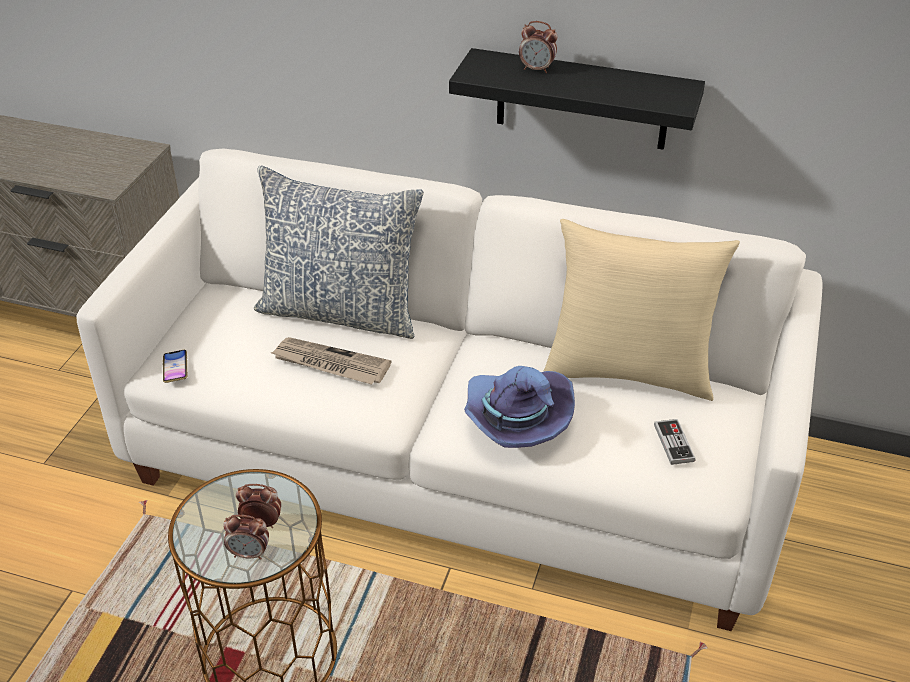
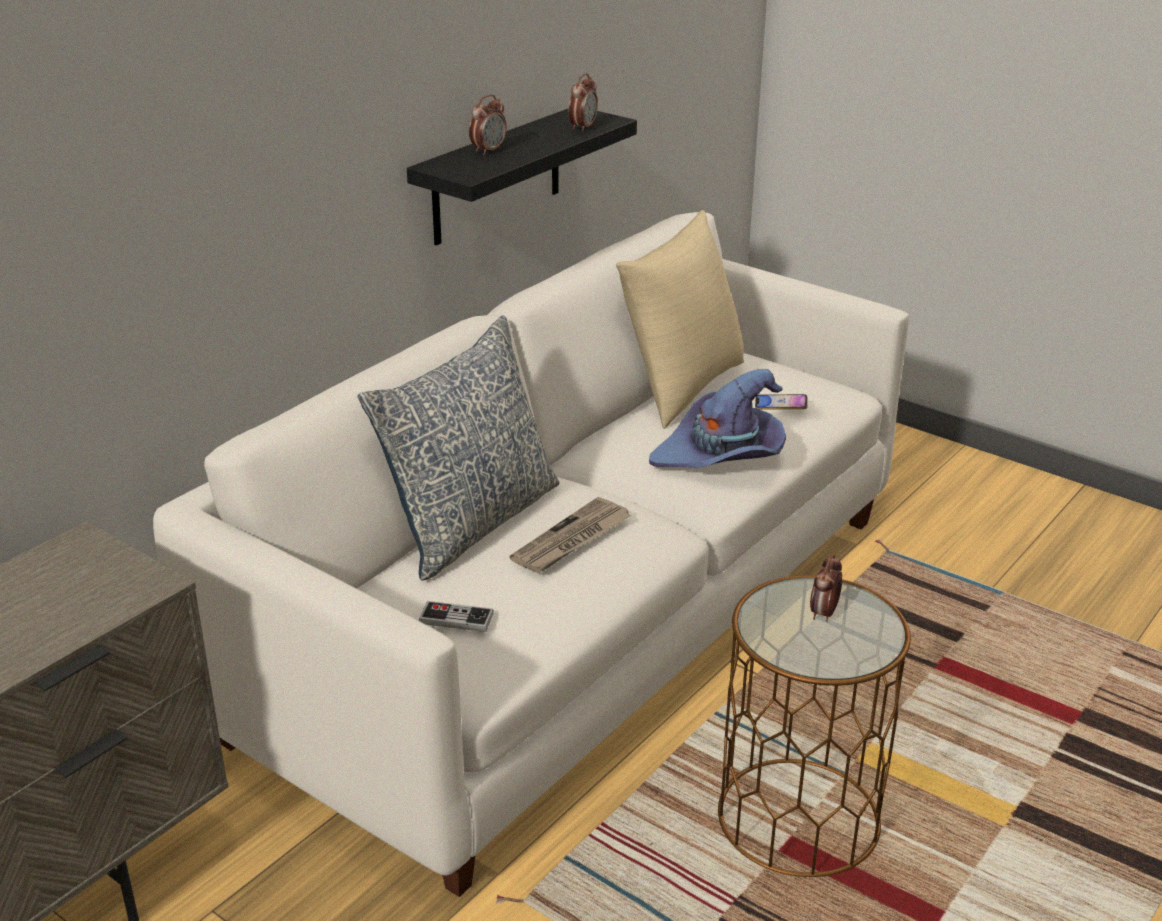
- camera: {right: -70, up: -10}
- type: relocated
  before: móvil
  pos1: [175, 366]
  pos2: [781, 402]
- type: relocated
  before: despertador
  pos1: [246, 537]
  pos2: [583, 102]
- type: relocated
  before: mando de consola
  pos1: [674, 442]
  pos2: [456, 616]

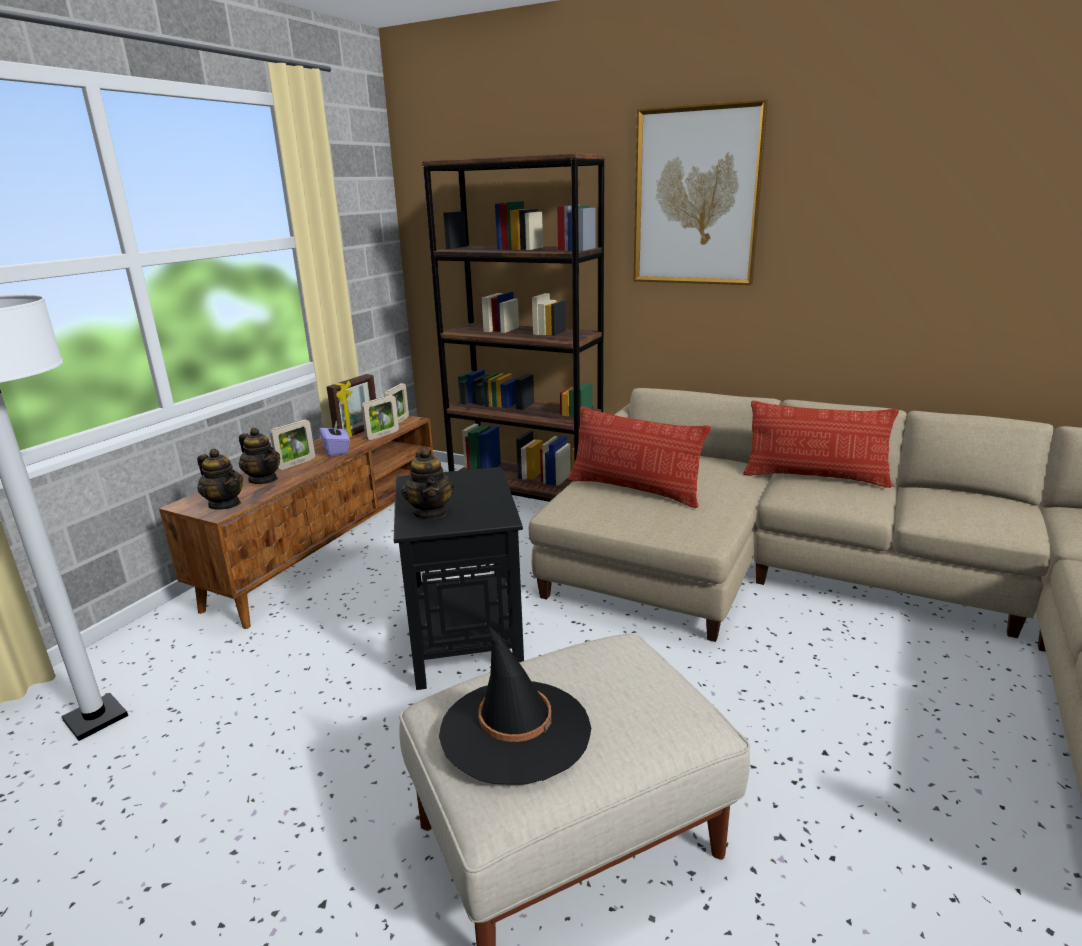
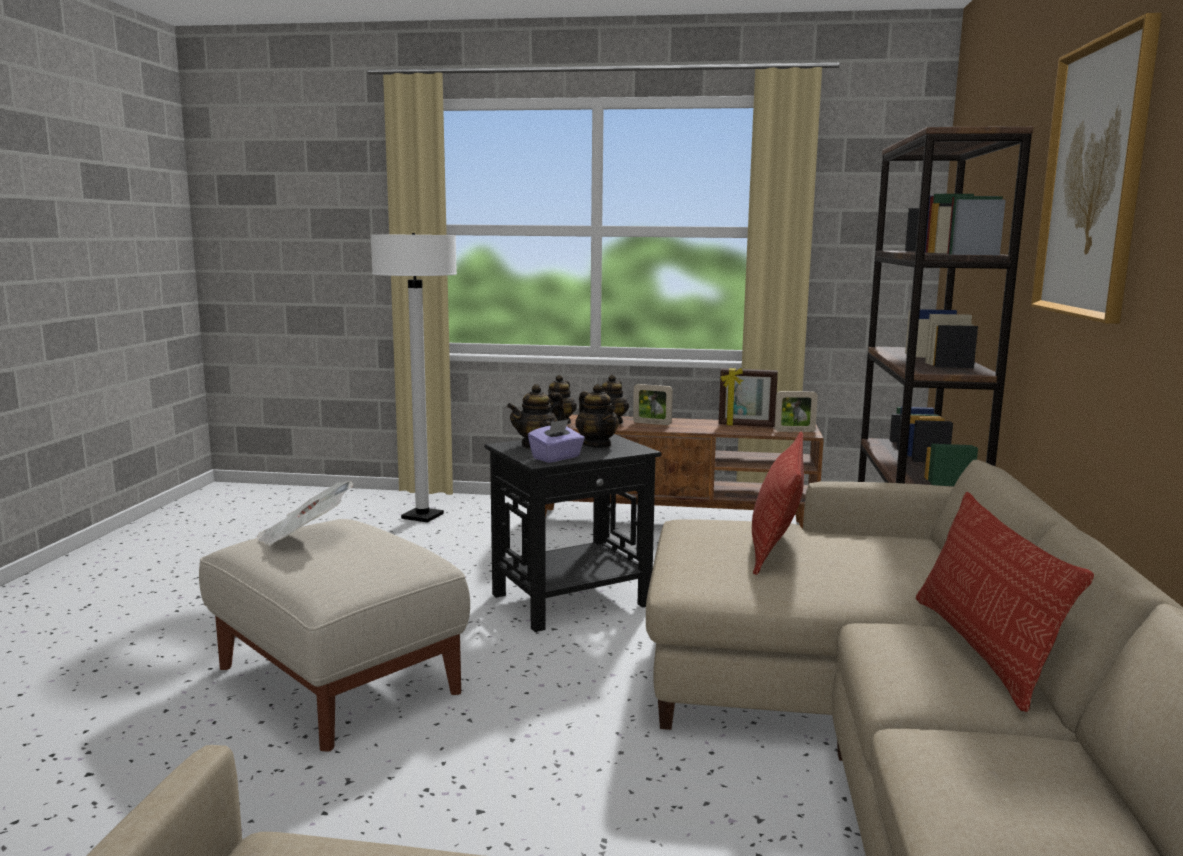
- camera: {right: 70, up: -10}
- type: missing
  before: portarretratos
  pos1: [380, 417]
- type: appeared
  after: tetera
  pos2: [597, 416]
- type: relocated
  before: caja de pañuelos/morado
  pos1: [335, 439]
  pos2: [556, 441]
- type: exchanged
  before: sombrero/negro
  after: periódico
  pos1: [515, 704]
  pos2: [304, 513]

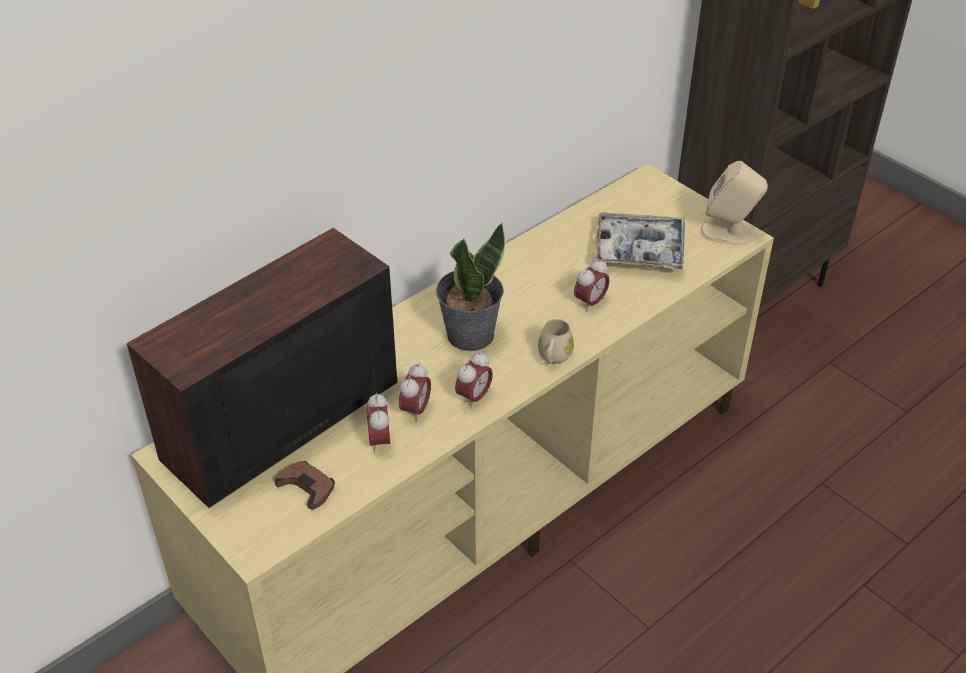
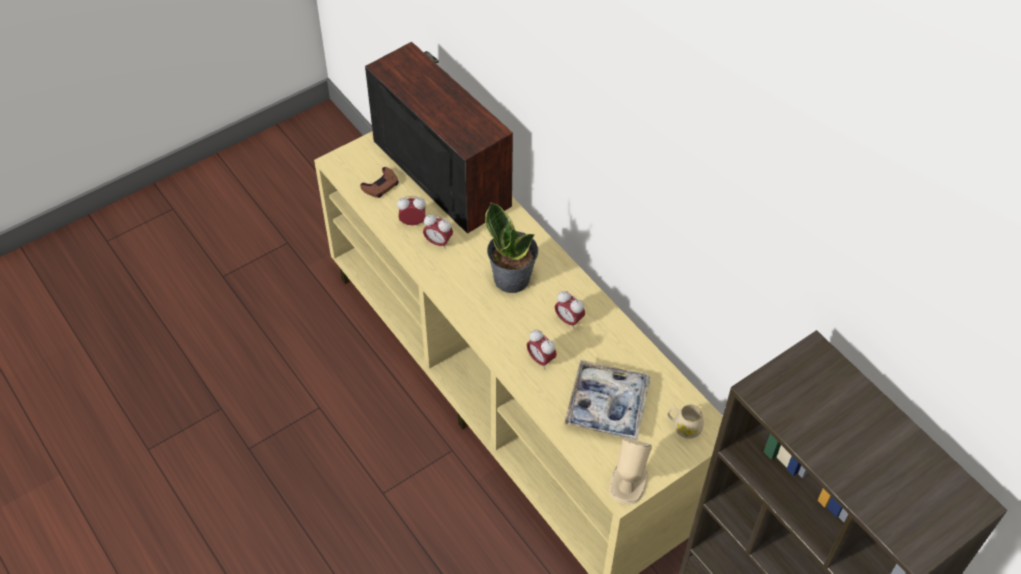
- camera: {right: 95, up: 10}
- type: relocated
  before: despertador
  pos1: [474, 380]
  pos2: [570, 310]
- type: relocated
  before: taza grande/beis
  pos1: [556, 341]
  pos2: [686, 421]

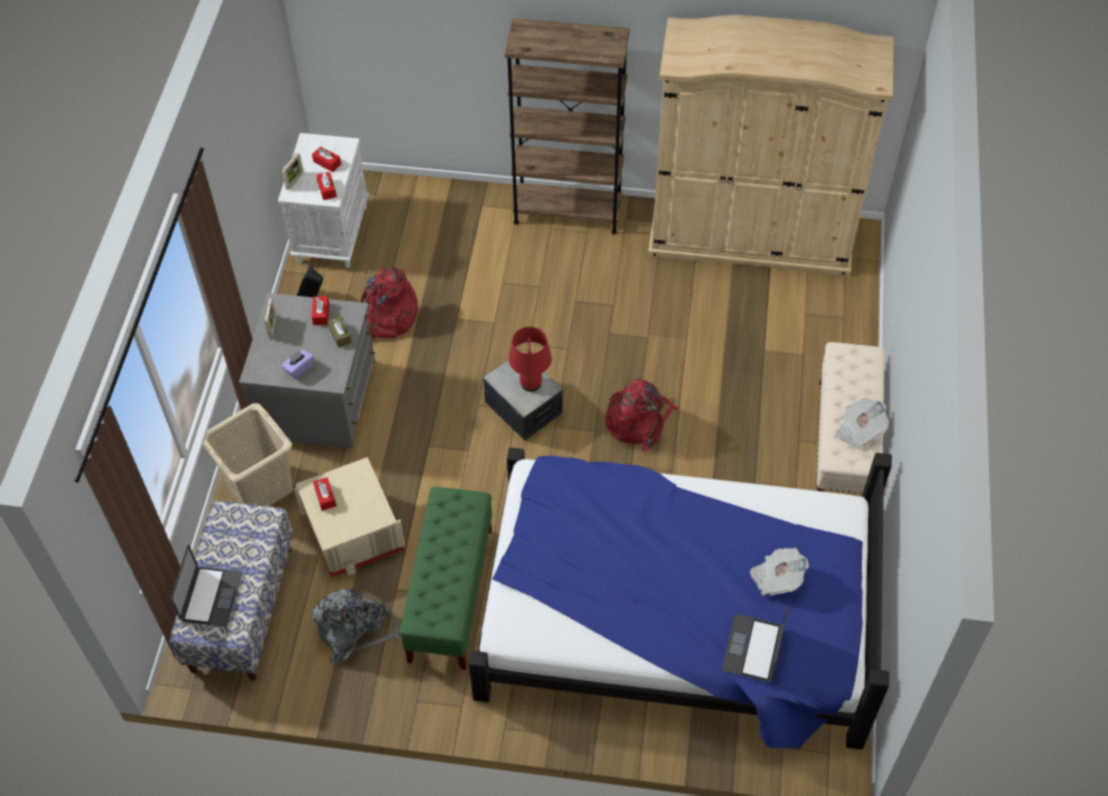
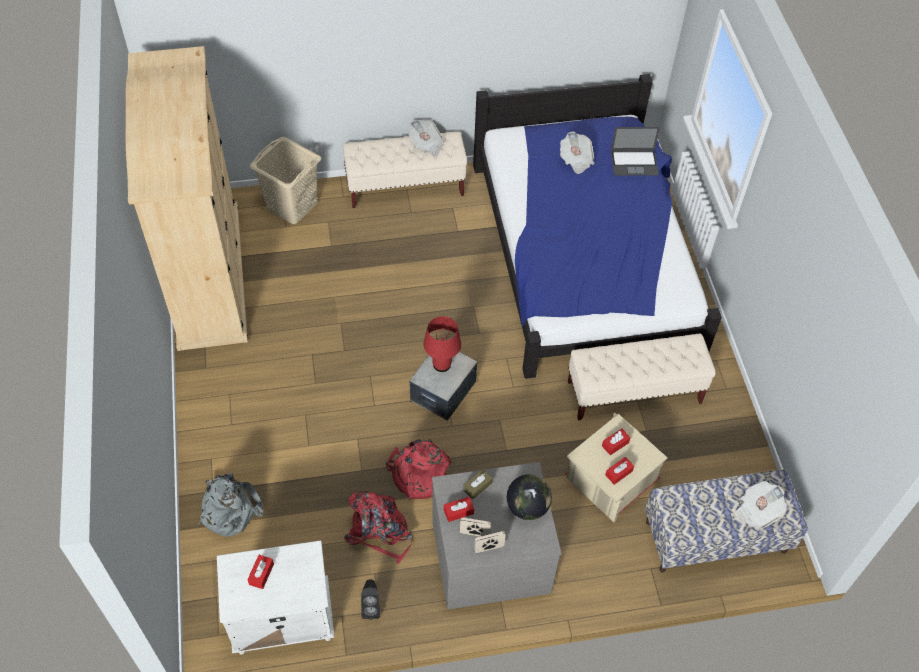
- camera: {right: -110, up: 0}
- type: missing
  before: estantería/marrón
  pos1: [567, 126]
- type: relocated
  before: cesto de la ropa/beis
  pos1: [248, 454]
  pos2: [285, 180]
- type: relocated
  before: portarretratos
  pos1: [292, 171]
  pos2: [475, 527]
- type: relocated
  before: mochila/gris
  pos1: [356, 625]
  pos2: [231, 504]
- type: relocated
  before: caja de pañuelos/rojo
  pos1: [326, 186]
  pos2: [616, 442]
- type: relocated
  before: mochila/rojo
  pos1: [642, 415]
  pos2: [418, 469]
- type: exchanged
  before: portátil
  after: periódico
  pos1: [206, 586]
  pos2: [761, 506]
- type: exchanged
  before: caja de pañuelos/morado
  after: globo terráqueo
  pos1: [298, 364]
  pos2: [529, 497]
- type: colour
  before: banco/verde
  after: banco/beis
  pos1: [445, 578]
  pos2: [642, 377]

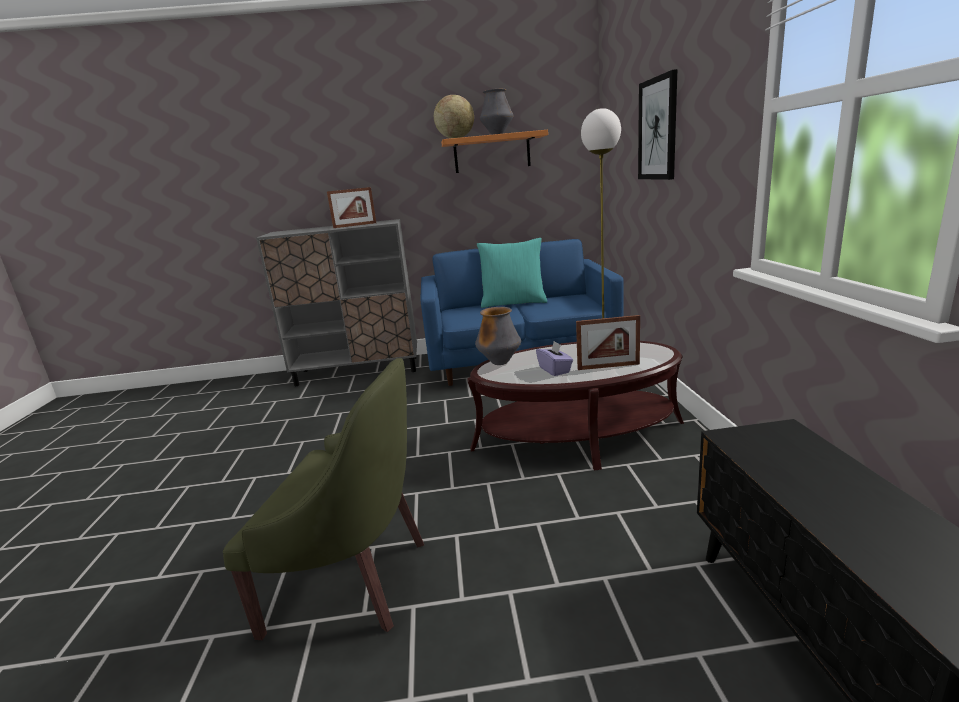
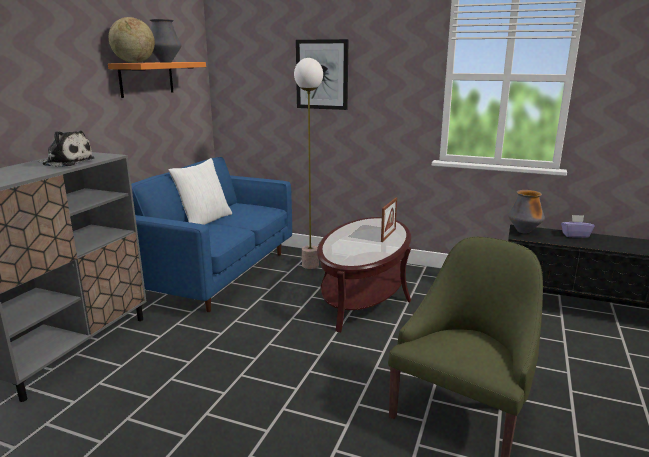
- camera: {right: -65, up: 0}
- type: relocated
  before: florero
  pos1: [498, 336]
  pos2: [526, 212]
- type: relocated
  before: caja de pañuelos/morado
  pos1: [554, 358]
  pos2: [577, 226]
- type: exchanged
  before: portarretratos
  after: peluche
  pos1: [351, 207]
  pos2: [66, 149]
- type: colour
  before: cojín/turquesa
  after: cojín/blanco
  pos1: [512, 273]
  pos2: [200, 191]

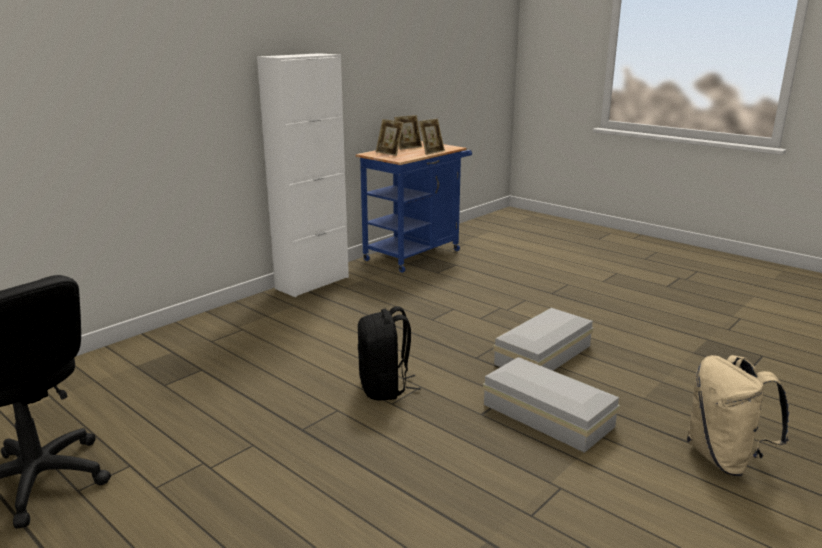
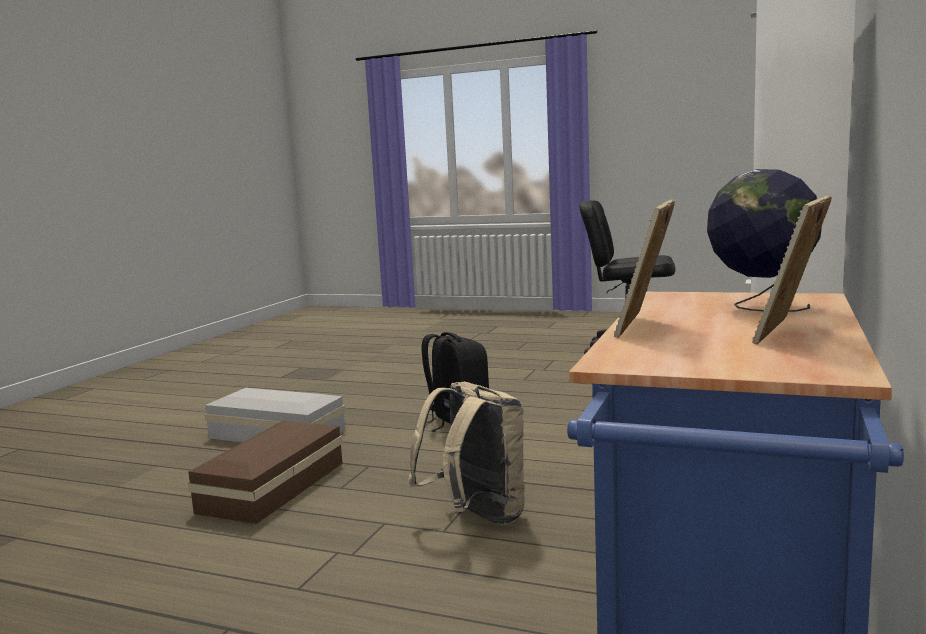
- camera: {right: 160, up: -10}
- type: relocated
  before: mochila/beis
  pos1: [738, 415]
  pos2: [466, 453]
- type: exchanged
  before: portarretratos
  after: globo terráqueo
  pos1: [390, 137]
  pos2: [764, 240]
- type: colour
  before: caja de almacenaje/blanco
  after: caja de almacenaje/marrón
  pos1: [543, 339]
  pos2: [265, 472]

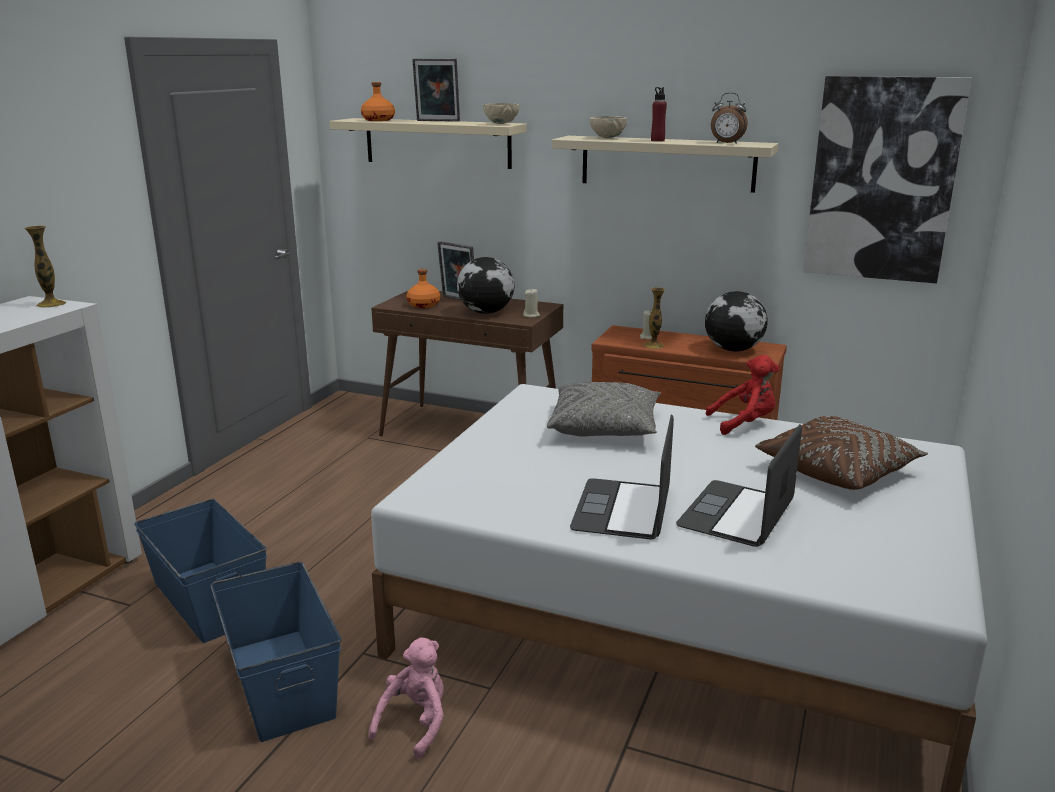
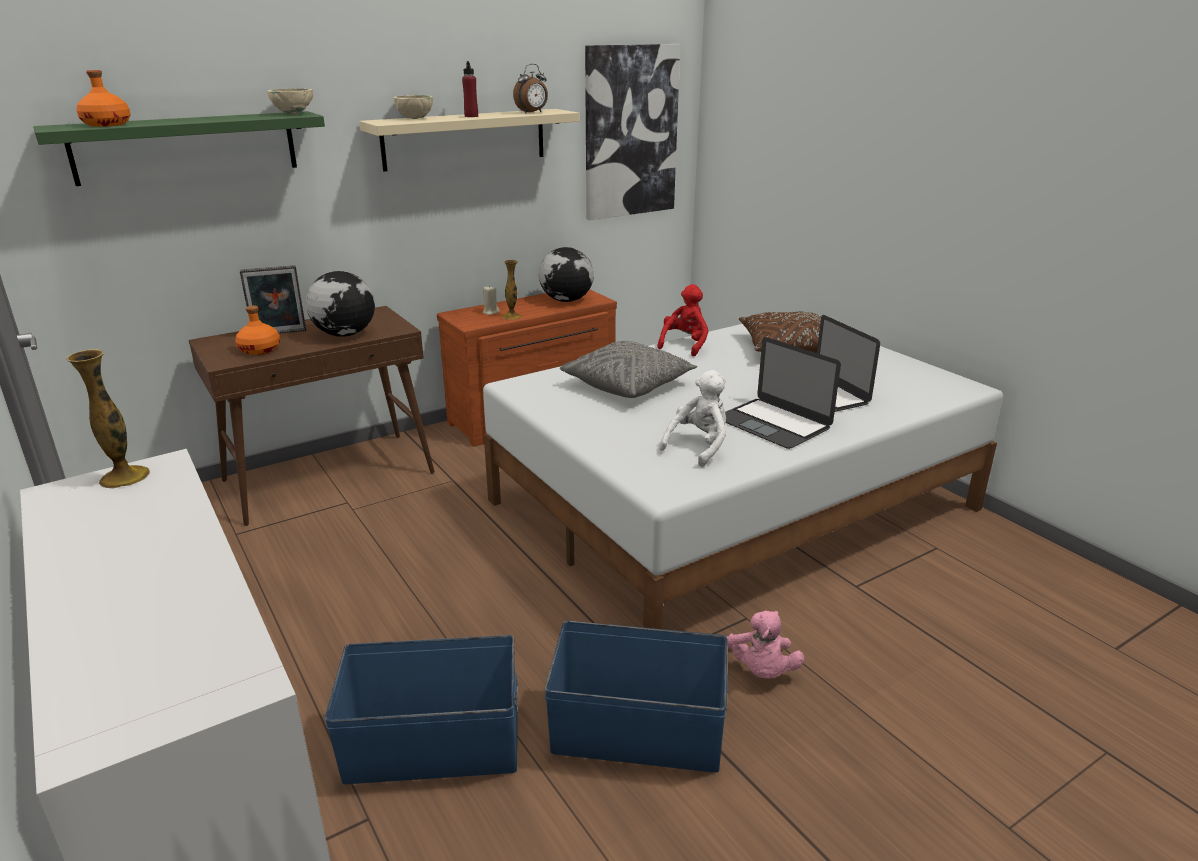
- camera: {right: -55, up: 5}
- type: missing
  before: portarretratos
  pos1: [436, 90]
- type: missing
  before: vela/beis
  pos1: [531, 302]
- type: appeared
  after: peluche/blanco
  pos2: [692, 418]
- type: colour
  before: estante/beis
  after: estante/verde
  pos1: [428, 143]
  pos2: [179, 148]
- type: spun
  before: peluche/rosa
  pos1: [406, 698]
  pos2: [765, 645]
  turn: -150

